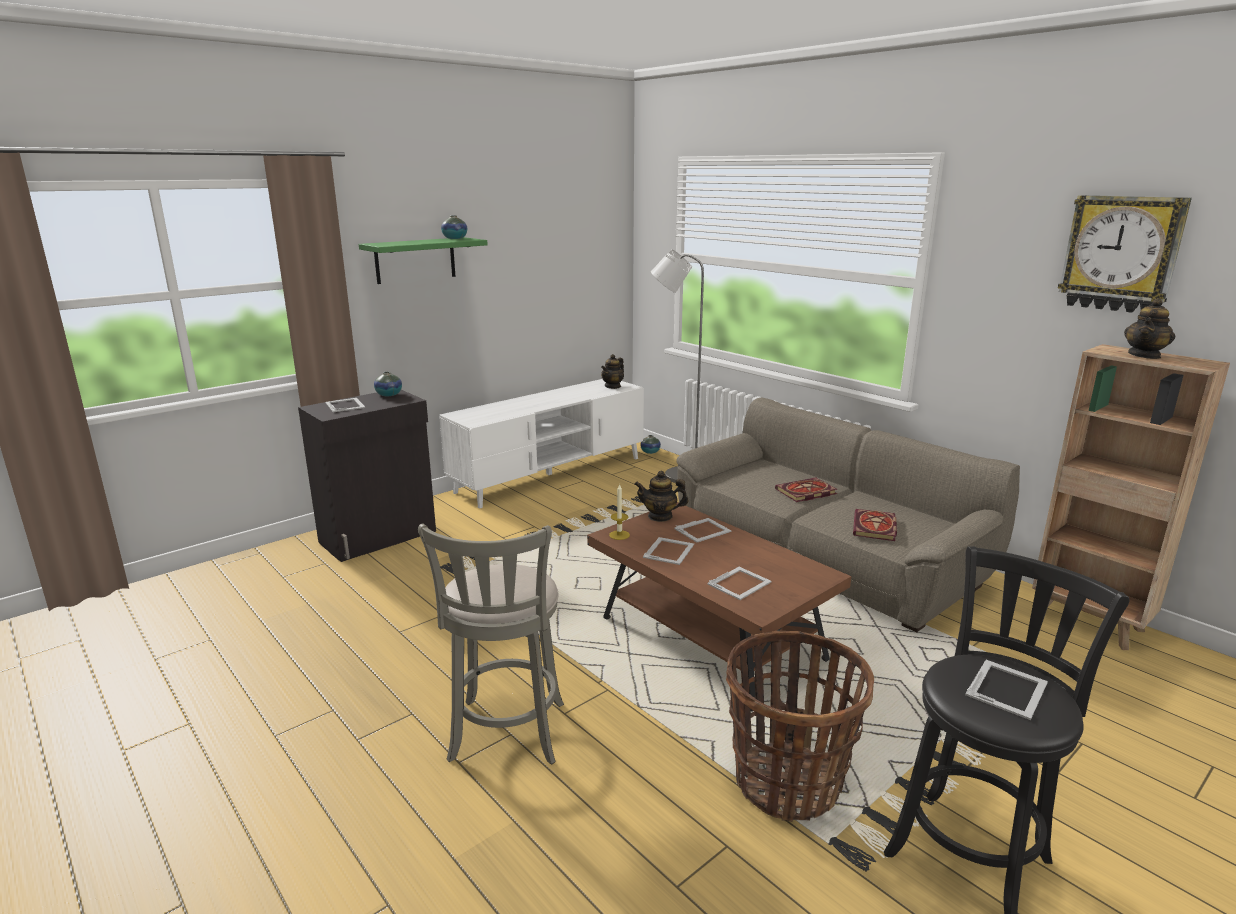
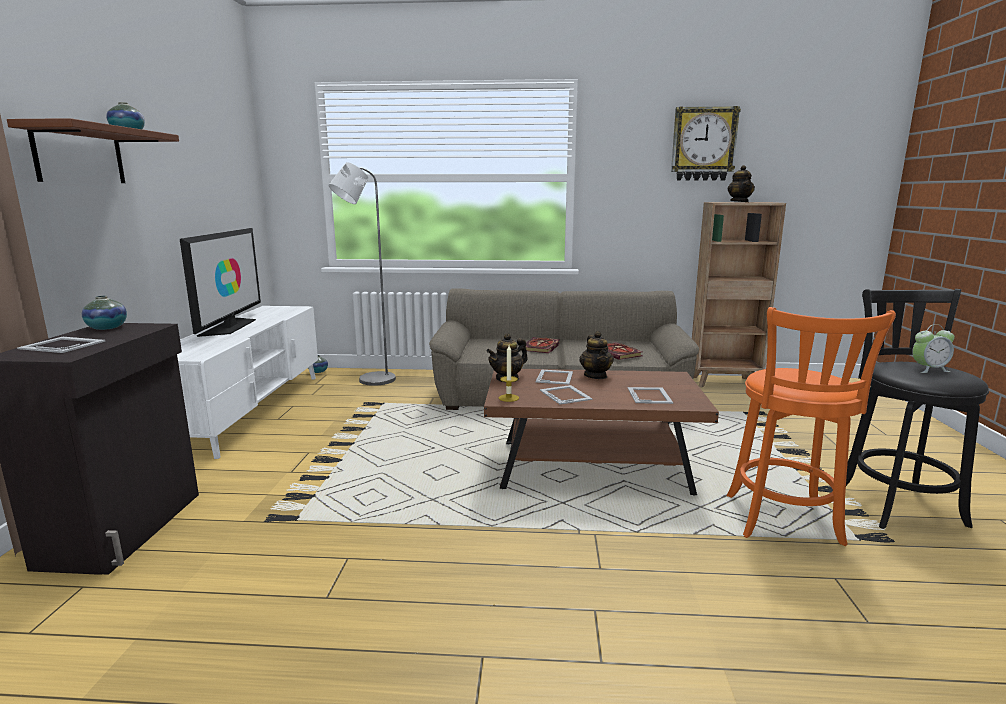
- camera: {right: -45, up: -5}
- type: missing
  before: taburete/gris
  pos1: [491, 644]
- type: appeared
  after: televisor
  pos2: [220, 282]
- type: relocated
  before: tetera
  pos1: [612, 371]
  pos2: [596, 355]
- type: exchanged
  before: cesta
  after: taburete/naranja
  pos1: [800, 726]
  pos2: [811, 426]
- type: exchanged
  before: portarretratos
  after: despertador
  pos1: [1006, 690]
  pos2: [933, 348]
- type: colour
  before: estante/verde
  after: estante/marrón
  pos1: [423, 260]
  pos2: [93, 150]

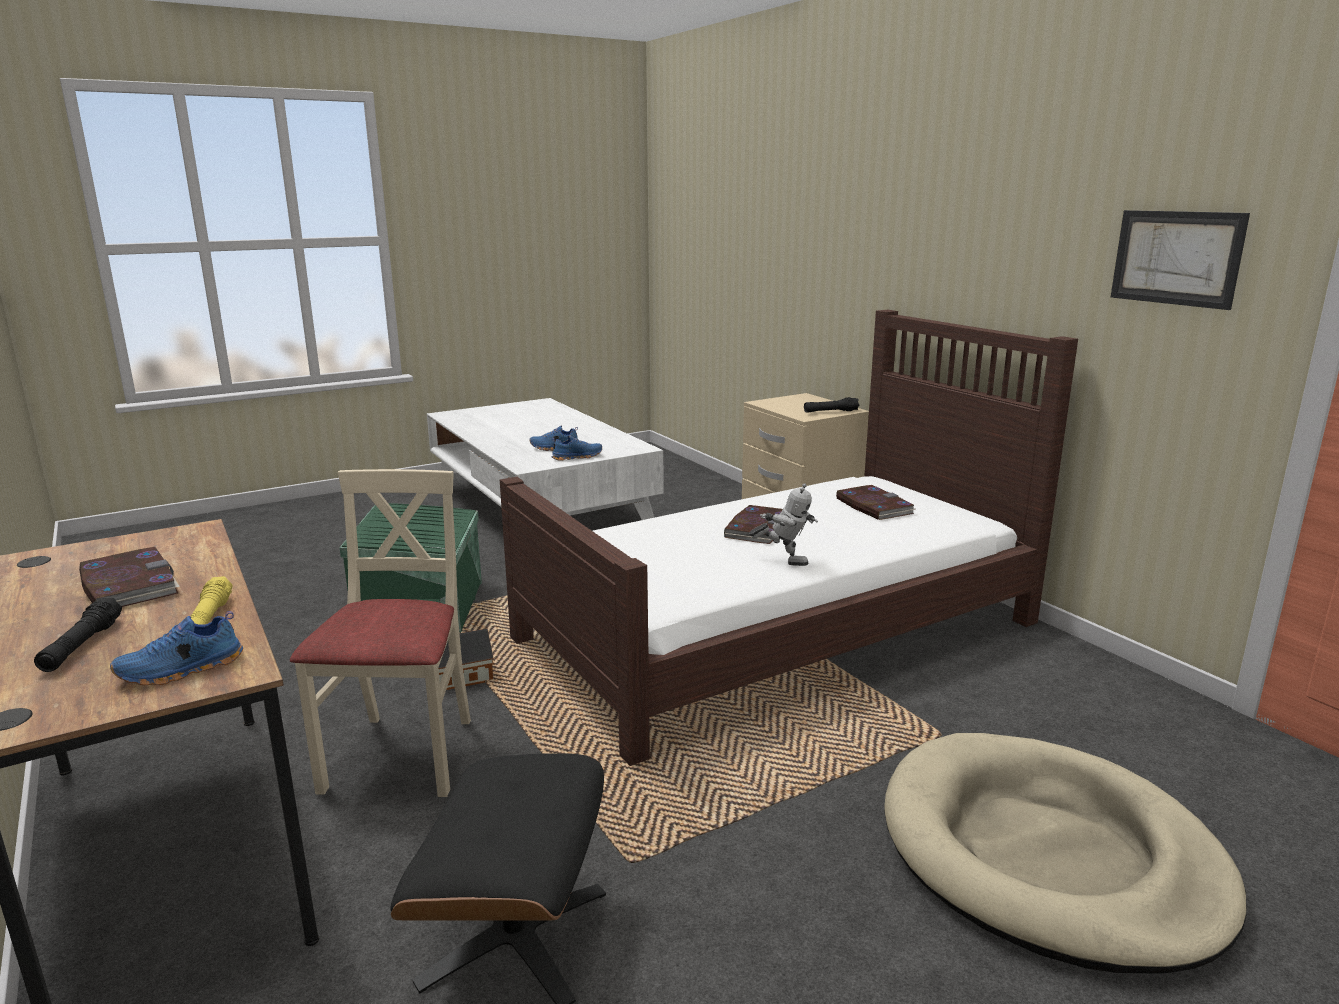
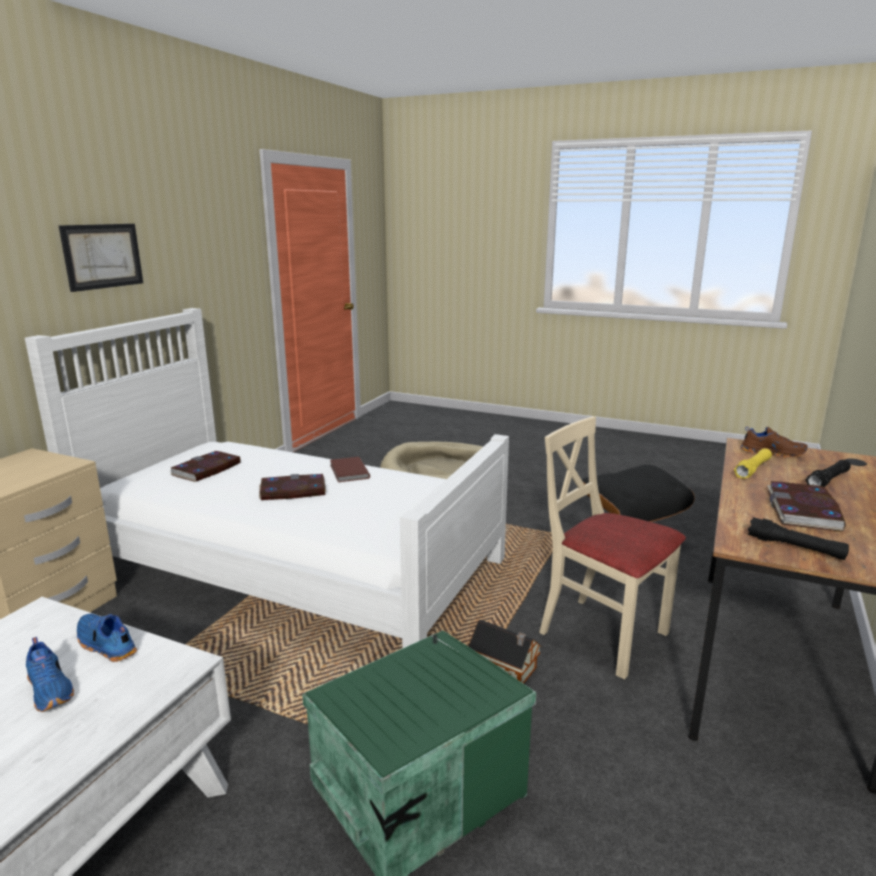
- camera: {right: -125, up: 0}
- type: relocated
  before: linterna/negro
  pos1: [831, 405]
  pos2: [798, 538]
- type: relocated
  before: cuadro
  pos1: [1180, 260]
  pos2: [101, 258]
- type: exchanged
  before: robot de juguete
  after: libro/marrón
  pos1: [783, 524]
  pos2: [350, 469]
- type: colour
  before: zapato/azul
  after: zapato/marrón
  pos1: [176, 648]
  pos2: [774, 442]
- type: colour
  before: cama/marrón
  after: cama/blanco
  pos1: [789, 538]
  pos2: [267, 478]
- type: spun
  before: silla/beis
  pos1: [380, 633]
  pos2: [612, 548]
  turn: 75

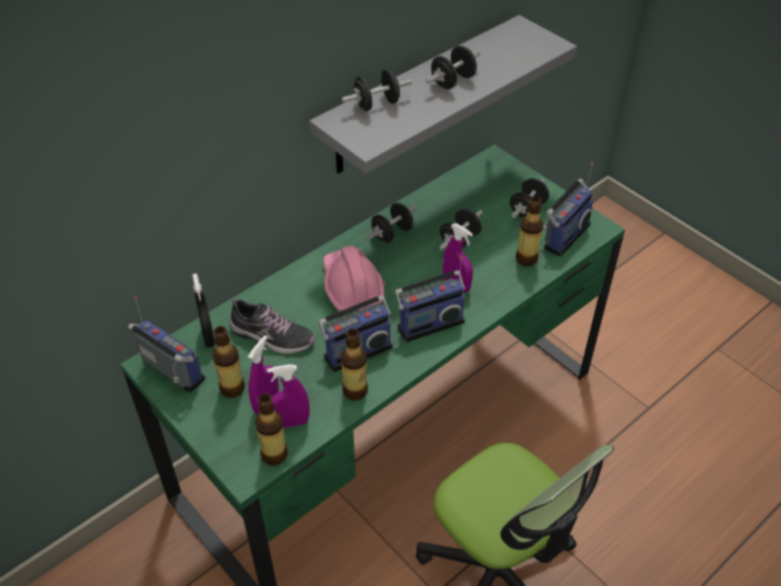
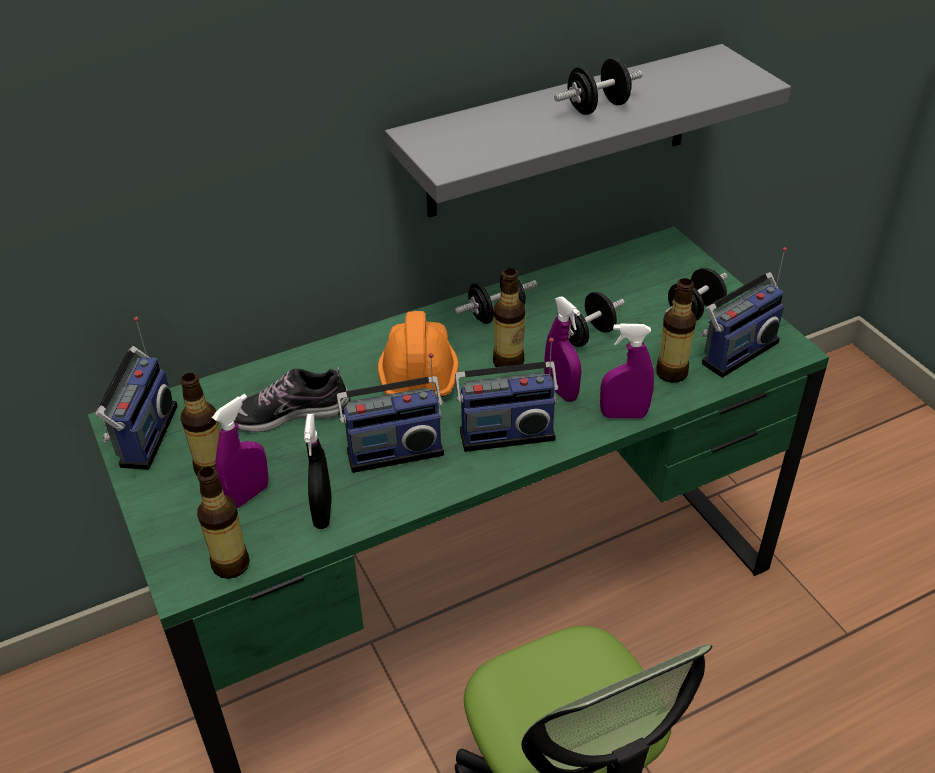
- camera: {right: 15, up: -5}
- type: missing
  before: mancuerna/negro
  pos1: [377, 90]
- type: relocated
  before: pulverizador/negro
  pos1: [203, 310]
  pos2: [318, 471]
- type: relocated
  before: pulverizador/morado
  pos1: [288, 396]
  pos2: [627, 371]
- type: relocated
  before: botella
  pos1: [354, 365]
  pos2: [509, 317]
- type: colour
  before: casco/rosa
  after: casco/naranja
  pos1: [353, 278]
  pos2: [418, 354]
- type: spun
  before: radio
  pos1: [166, 345]
  pos2: [136, 393]
  turn: 45
- type: spun
  before: zapato
  pos1: [272, 325]
  pos2: [292, 399]
  turn: 135

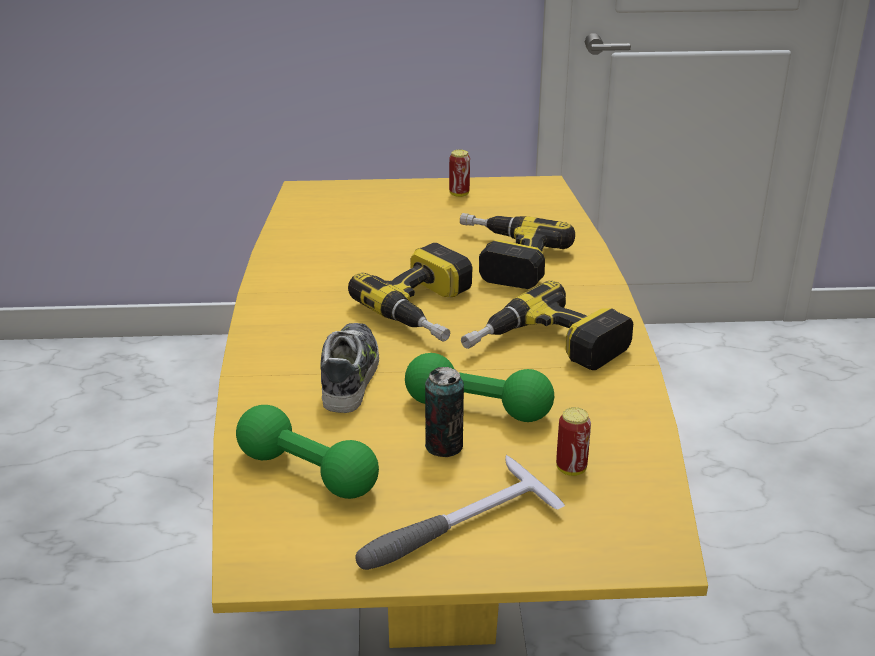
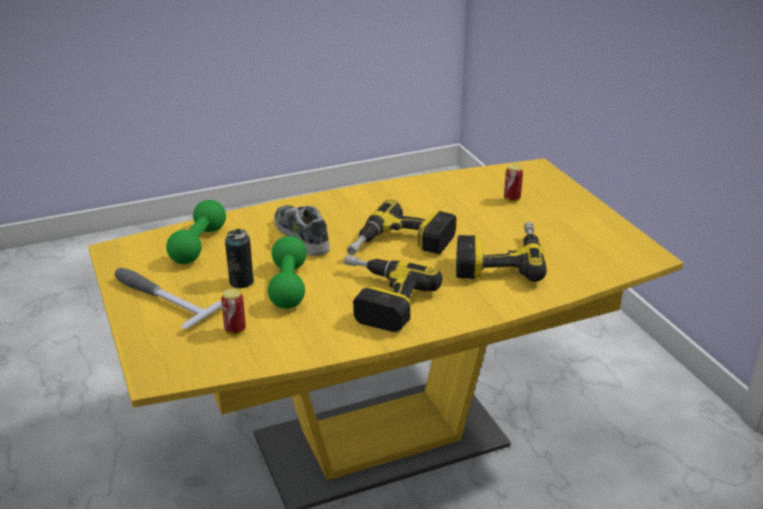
- camera: {right: 70, up: 0}
- type: relocated
  before: lata
  pos1: [459, 173]
  pos2: [513, 183]
- type: spun
  before: zapato
  pos1: [349, 368]
  pos2: [302, 230]
  turn: -105

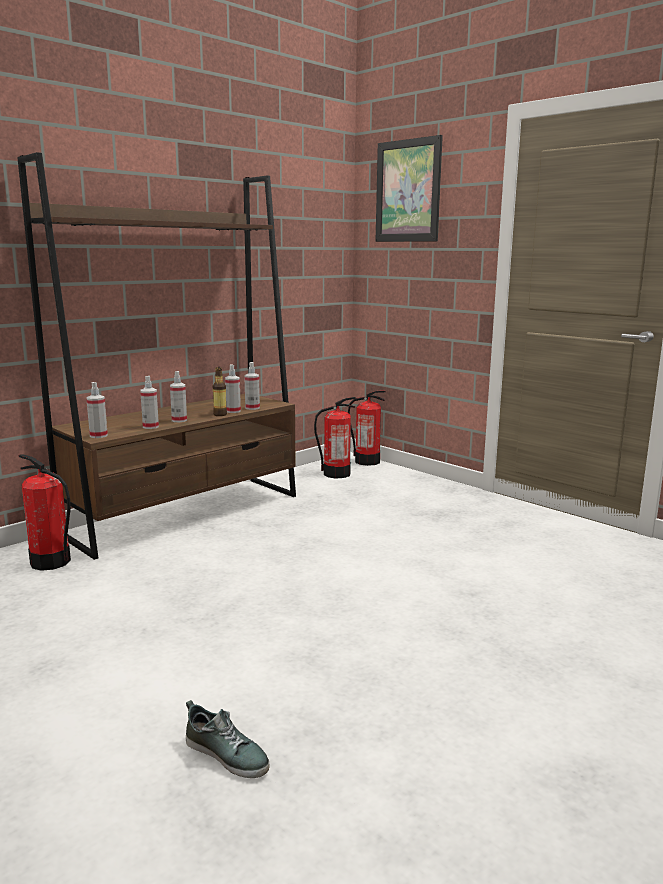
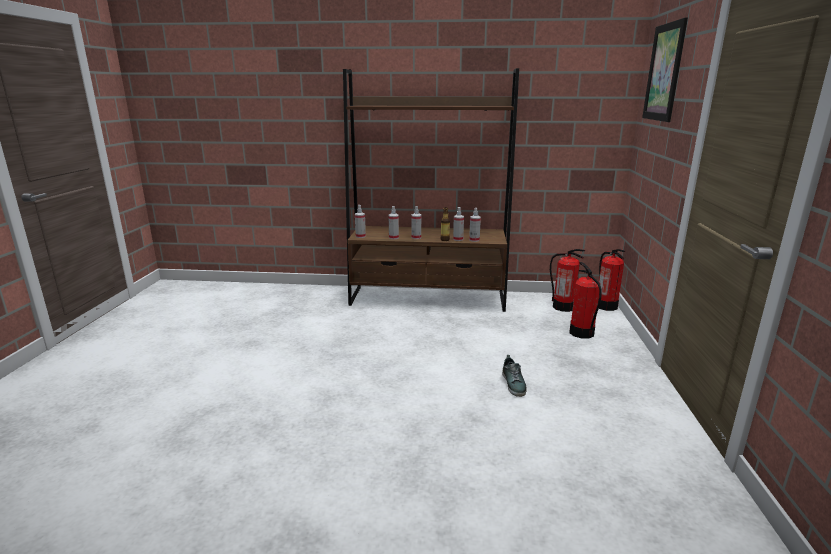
- camera: {right: 50, up: 5}
- type: relocated
  before: extintor
  pos1: [45, 512]
  pos2: [585, 300]
- type: relocated
  before: zapato
  pos1: [228, 739]
  pos2: [514, 376]

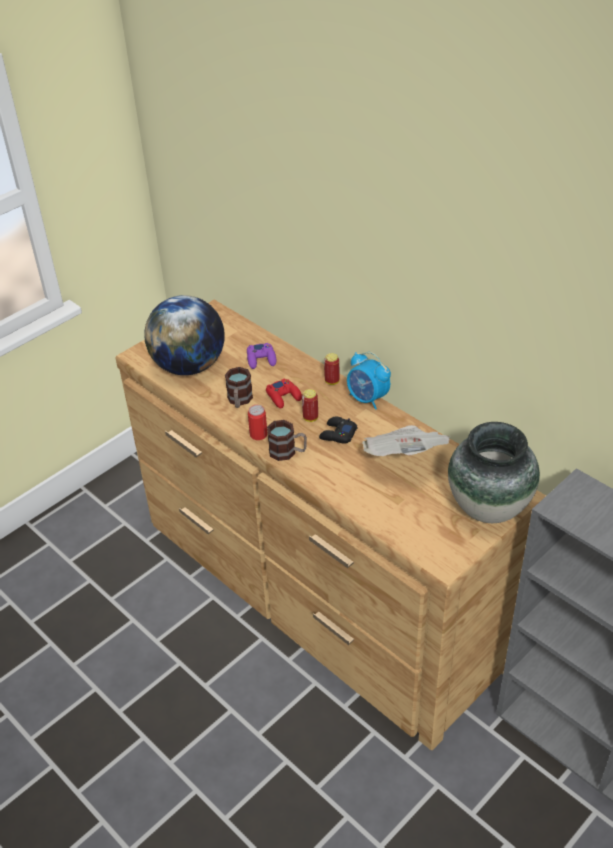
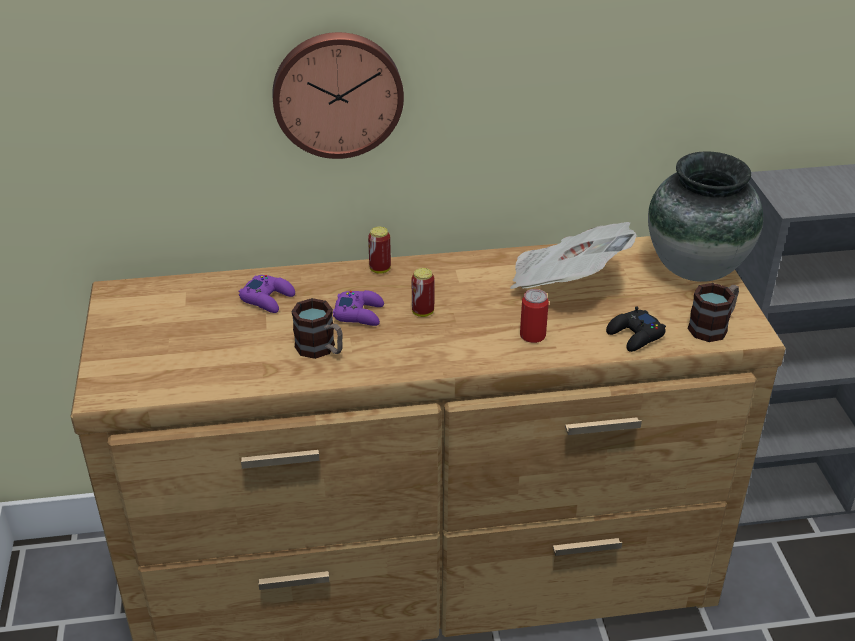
- camera: {right: -55, up: -5}
- type: missing
  before: globo terráqueo
  pos1: [184, 335]
- type: missing
  before: despertador
  pos1: [369, 381]
- type: appeared
  after: reloj de pared
  pos2: [338, 95]
- type: relocated
  before: lata
  pos1: [258, 422]
  pos2: [534, 316]
- type: relocated
  before: taza grande
  pos1: [287, 440]
  pos2: [713, 312]
- type: relocated
  before: mando de consola/negro
  pos1: [338, 430]
  pos2: [636, 329]
- type: colour
  before: mando de consola/rojo
  after: mando de consola/morado
  pos1: [284, 393]
  pos2: [358, 308]

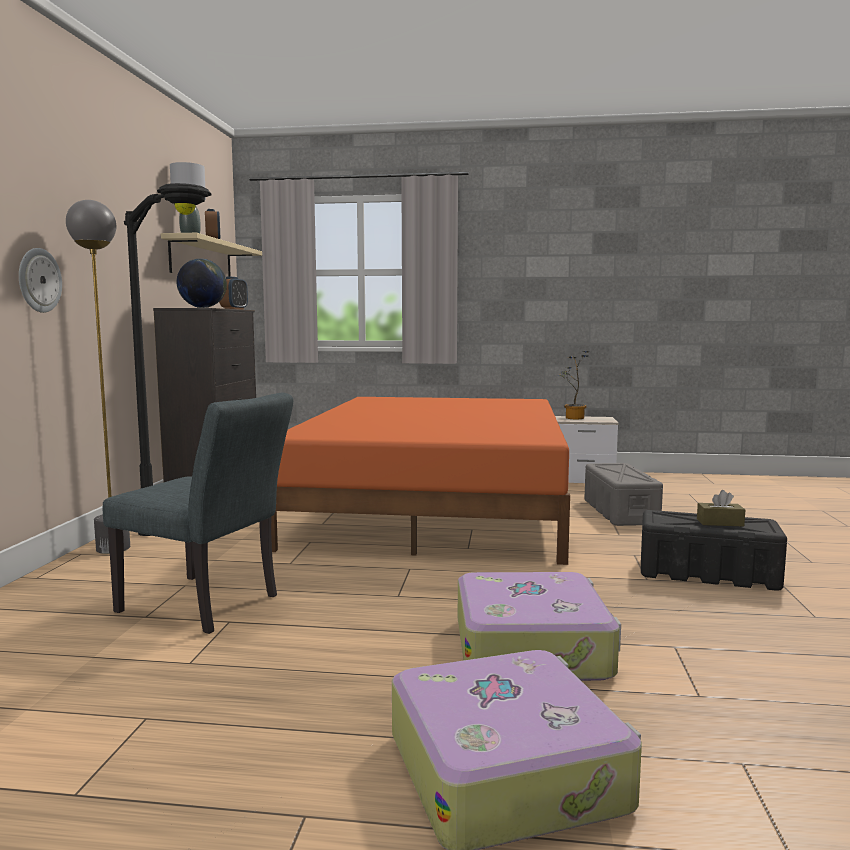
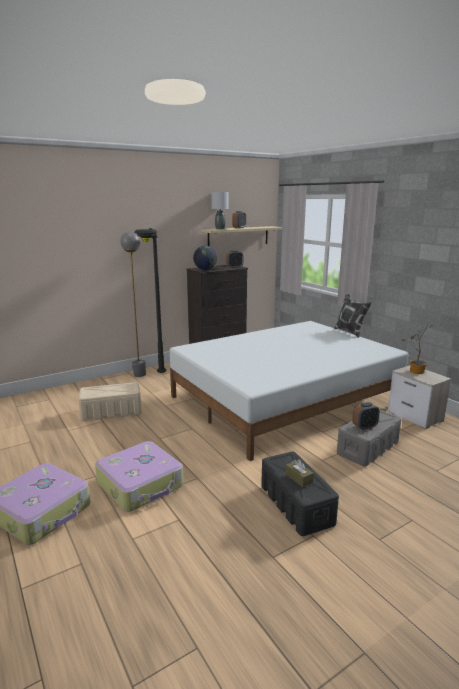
- camera: {right: 50, up: 10}
- type: missing
  before: reloj de pared
  pos1: [40, 280]
- type: appeared
  after: cojín
  pos2: [352, 316]
- type: appeared
  after: despertador
  pos2: [366, 416]
- type: exchanged
  before: silla/gris
  after: caja de almacenaje/beis
  pos1: [198, 513]
  pos2: [110, 401]
- type: colour
  before: cama/naranja
  after: cama/blanco
  pos1: [420, 481]
  pos2: [289, 391]

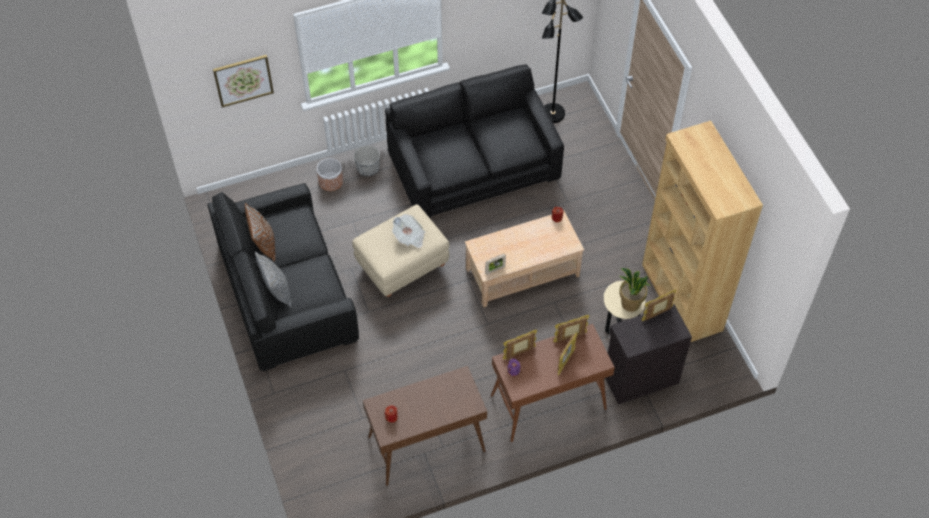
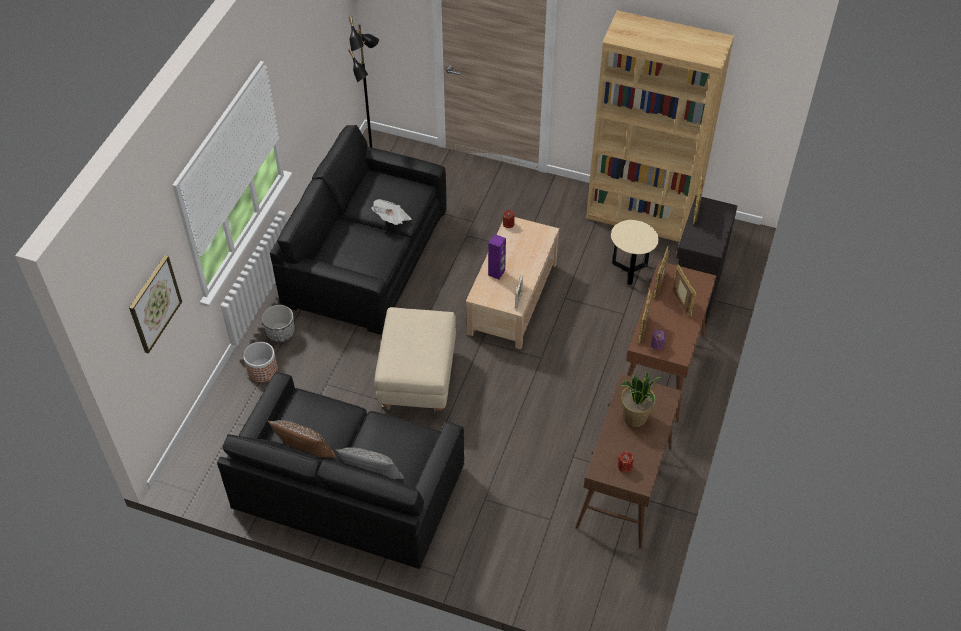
- camera: {right: -50, up: -5}
- type: appeared
  after: altavoz/morado
  pos2: [497, 256]
- type: relocated
  before: periódico
  pos1: [408, 231]
  pos2: [391, 212]
- type: relocated
  before: planta en maceta
  pos1: [634, 290]
  pos2: [640, 399]

